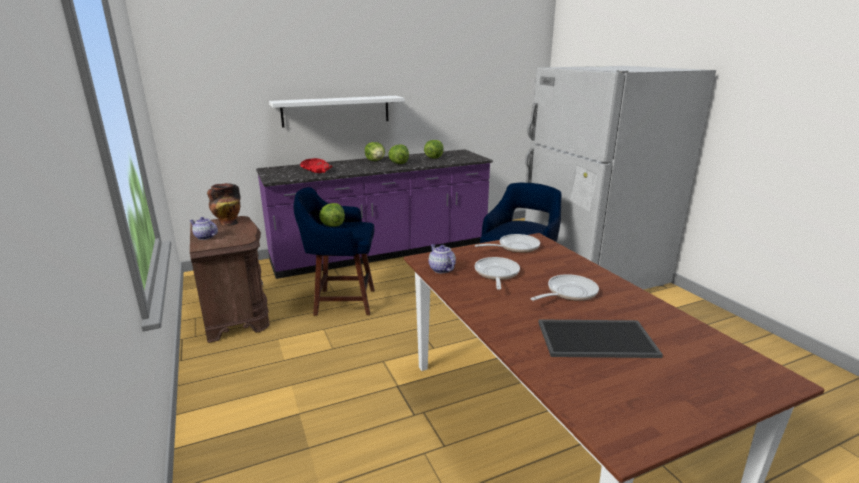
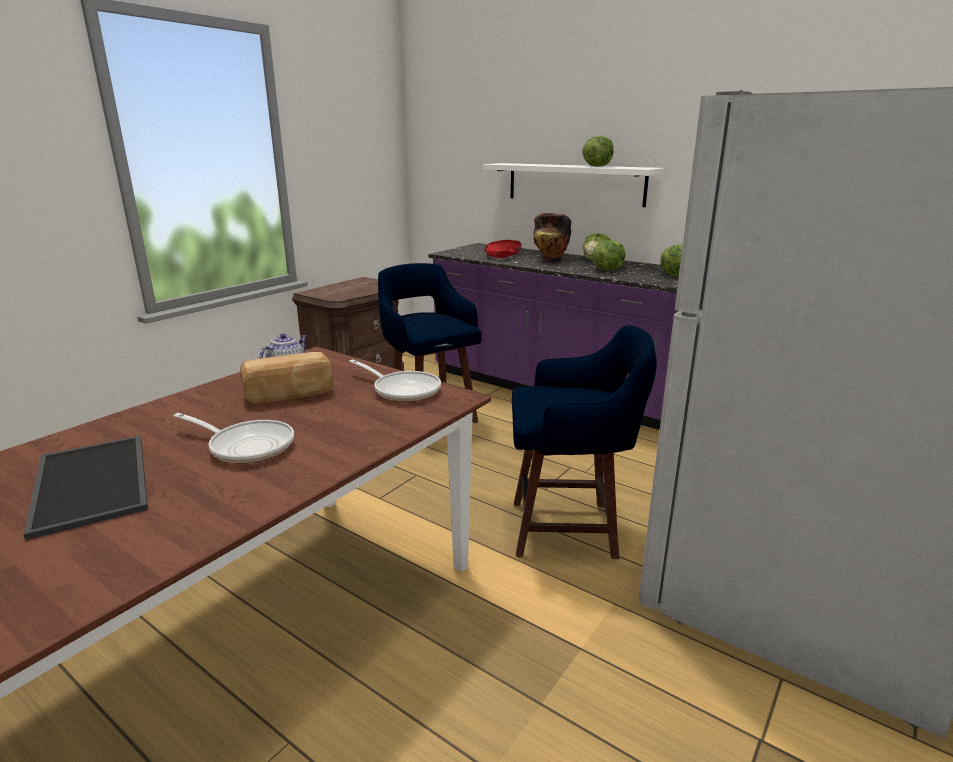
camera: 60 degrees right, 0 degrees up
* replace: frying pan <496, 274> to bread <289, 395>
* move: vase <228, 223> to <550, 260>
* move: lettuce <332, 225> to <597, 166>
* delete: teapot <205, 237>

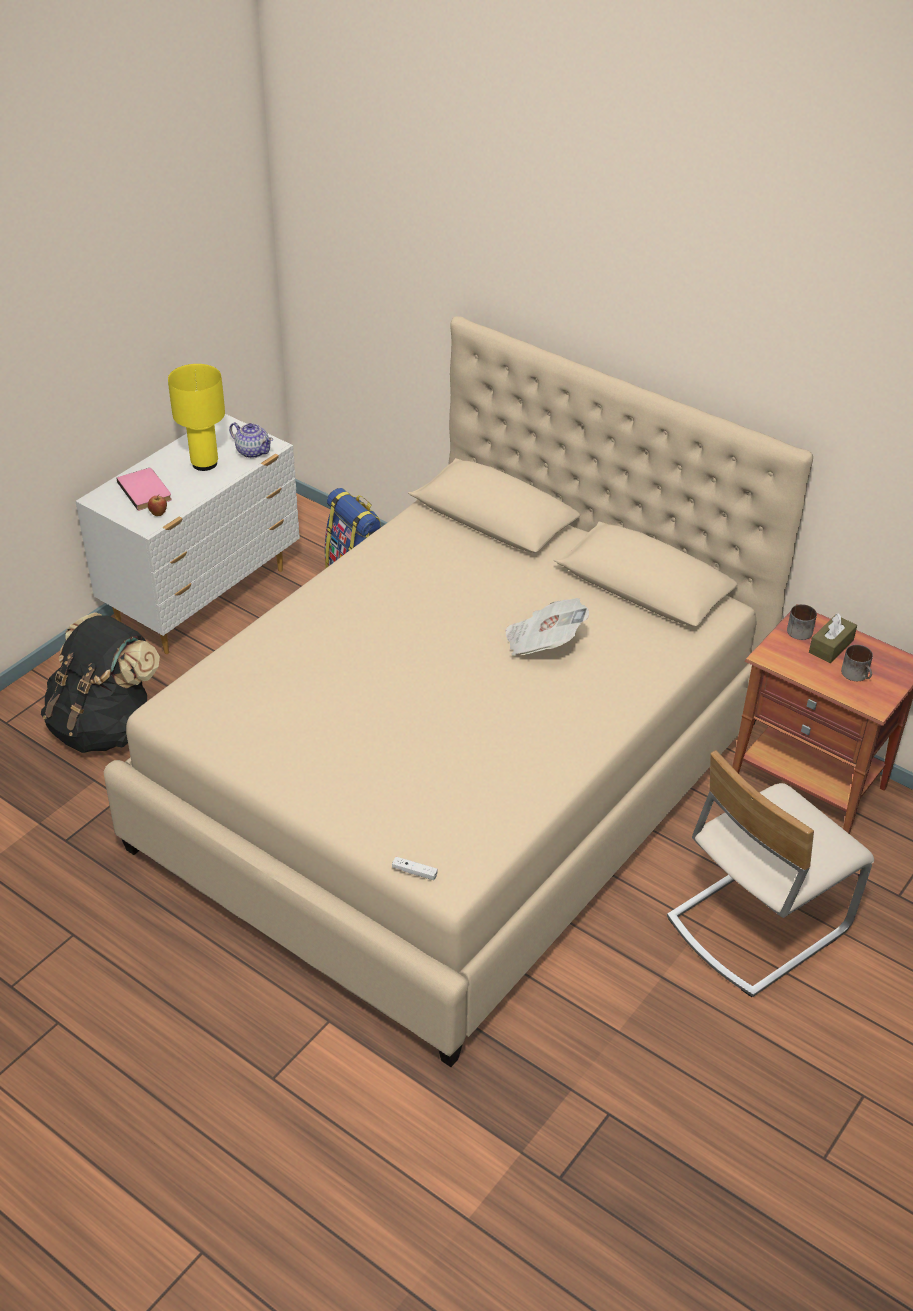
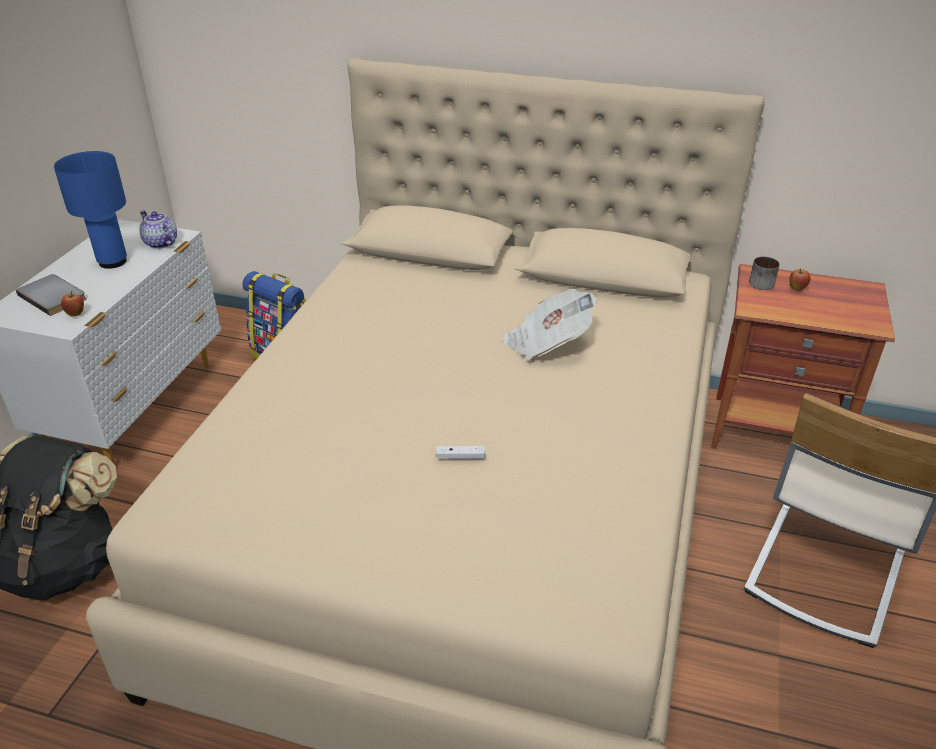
camera: 20 degrees left, 5 degrees down
* recolor: pink book <146, 491> to grey book <54, 296>
* recolor: yellow table lamp <205, 463> to blue table lamp <113, 261>
* rotate: teapot <252, 451> = <161, 243> 150 degrees counterclockwise
* move: white game controller <414, 872> to <460, 457>
* replace: brown tissue box <831, 646> to apple <797, 289>
* delete: mug <857, 674>

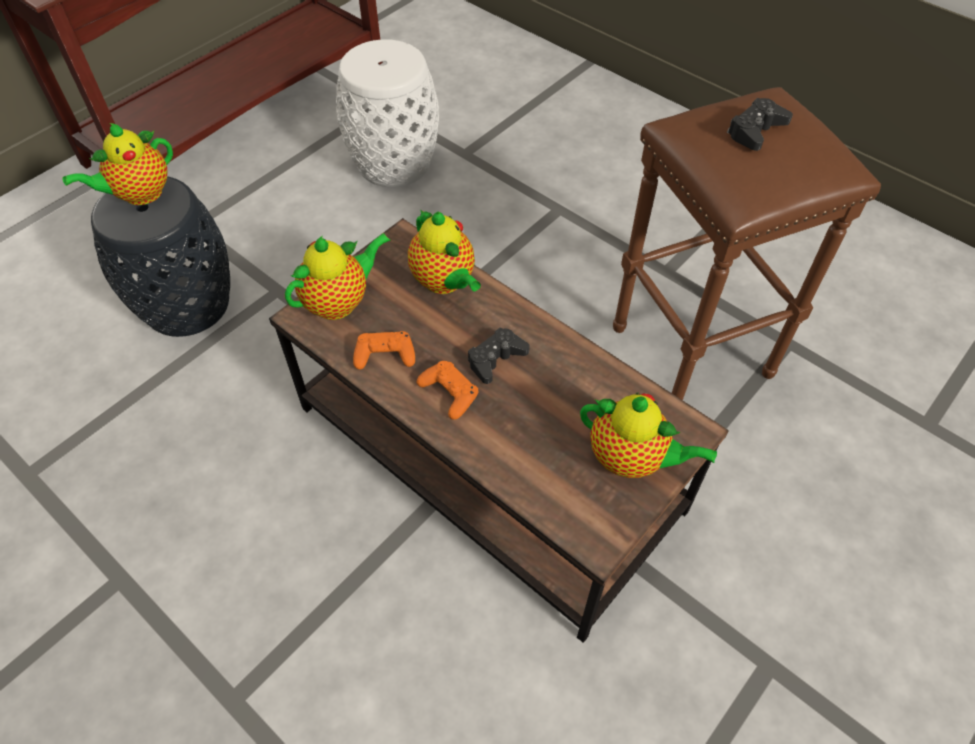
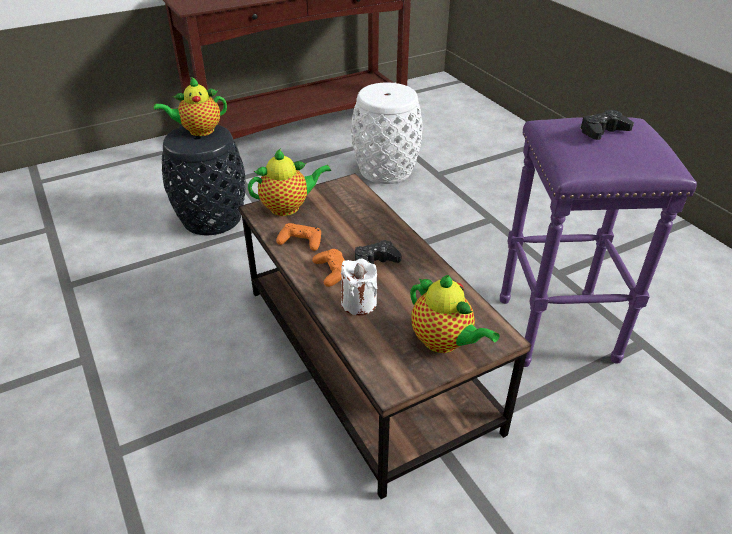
camera: 20 degrees right, 15 degrees down
* insert: white candle <358, 303>
* recolor: brown stool <687, 349> to purple stool <554, 327>
* delete: teapot <445, 282>

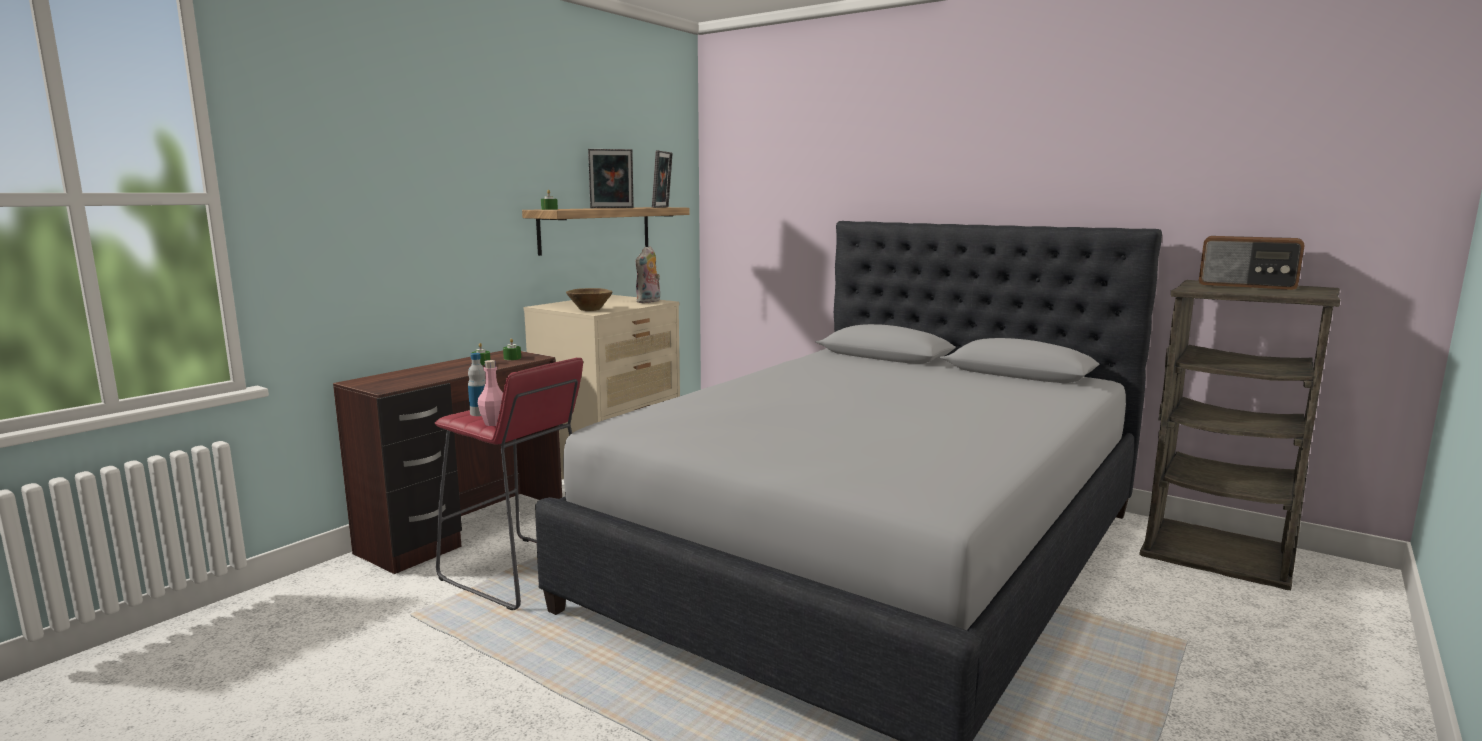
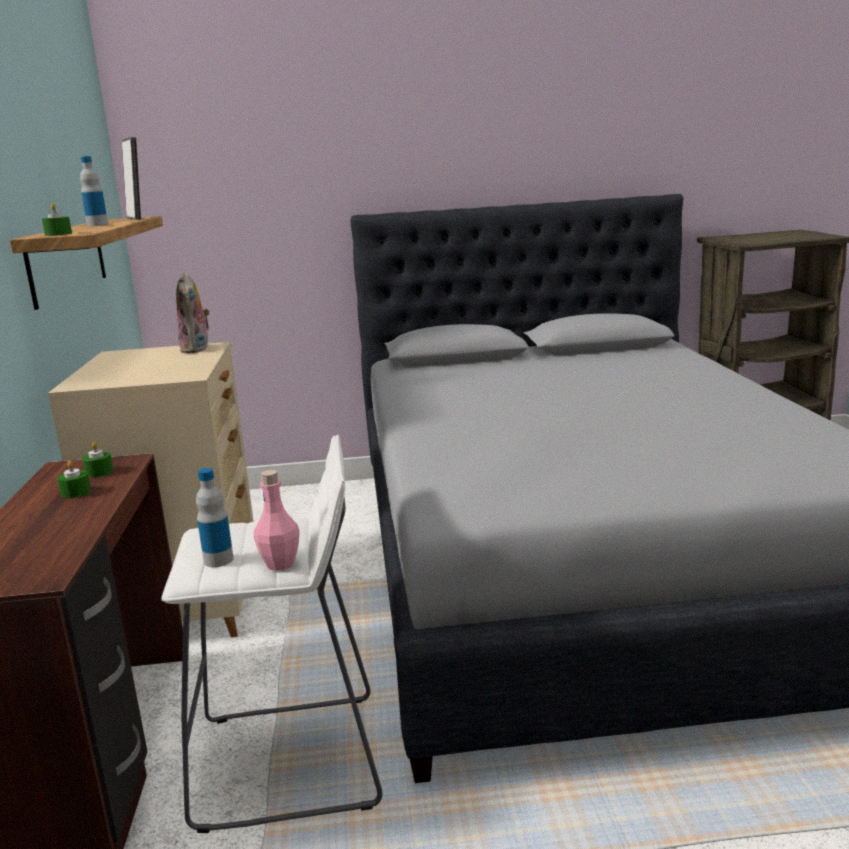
camera: 40 degrees left, 5 degrees up
* replace: picture frame <612, 208> to bottle <97, 225>
* recolor: red stool <520, 572> to white stool <291, 761>
* delete: brown bowl <589, 310>
* delete: radio <1247, 285>

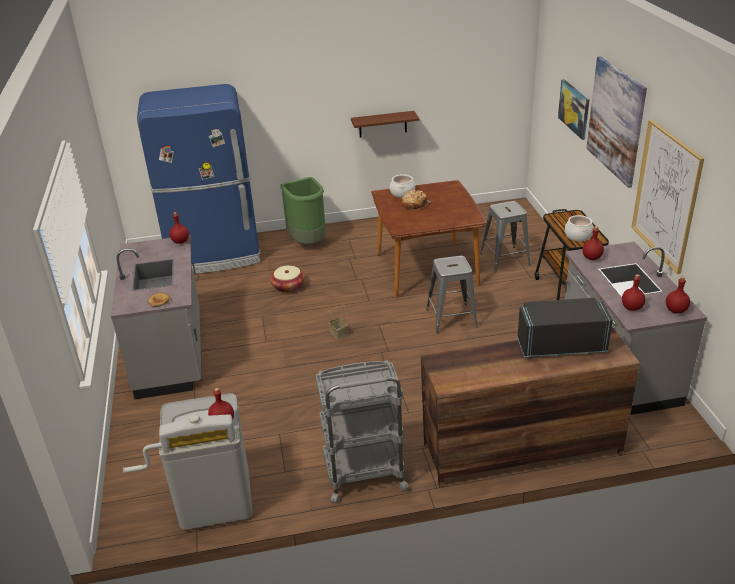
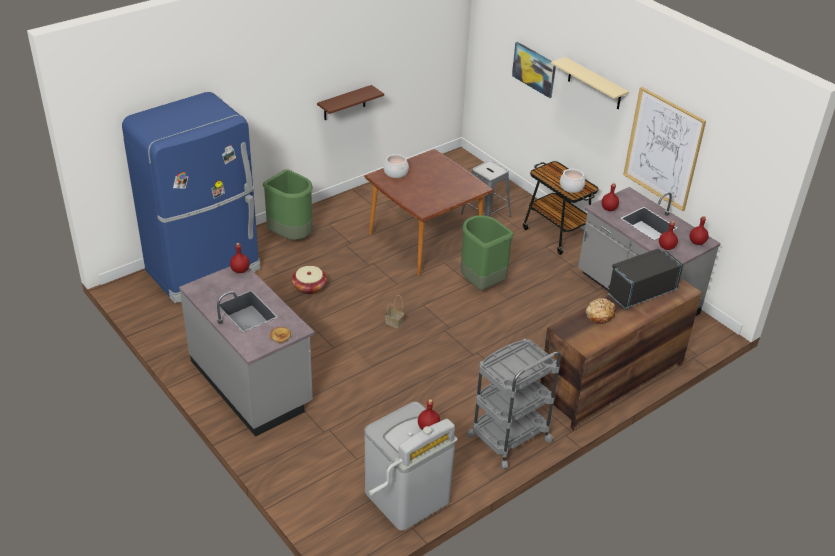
camera: 30 degrees left, 5 degrees up
* replace: grey stool <451, 318> to green trash can <481, 283>
* replace: picture <615, 120> to beige shelf <594, 84>
* move: bread <414, 204> to <600, 315>

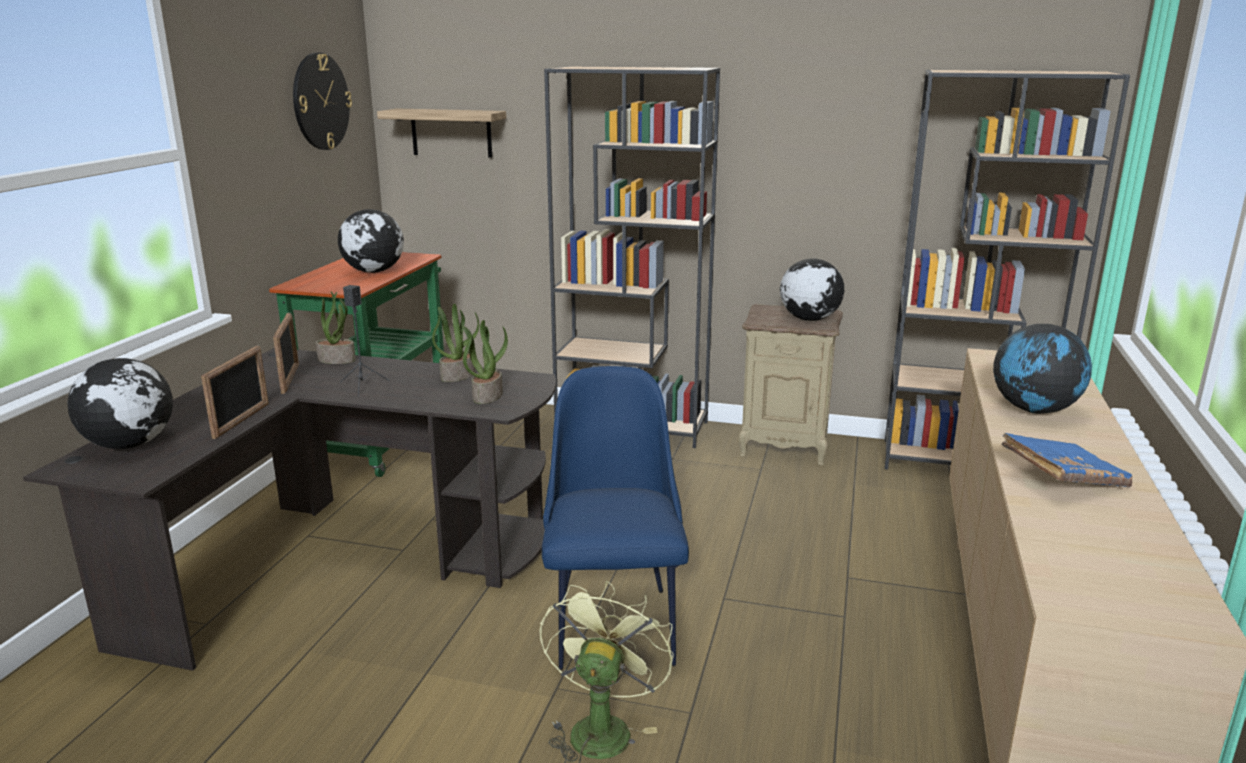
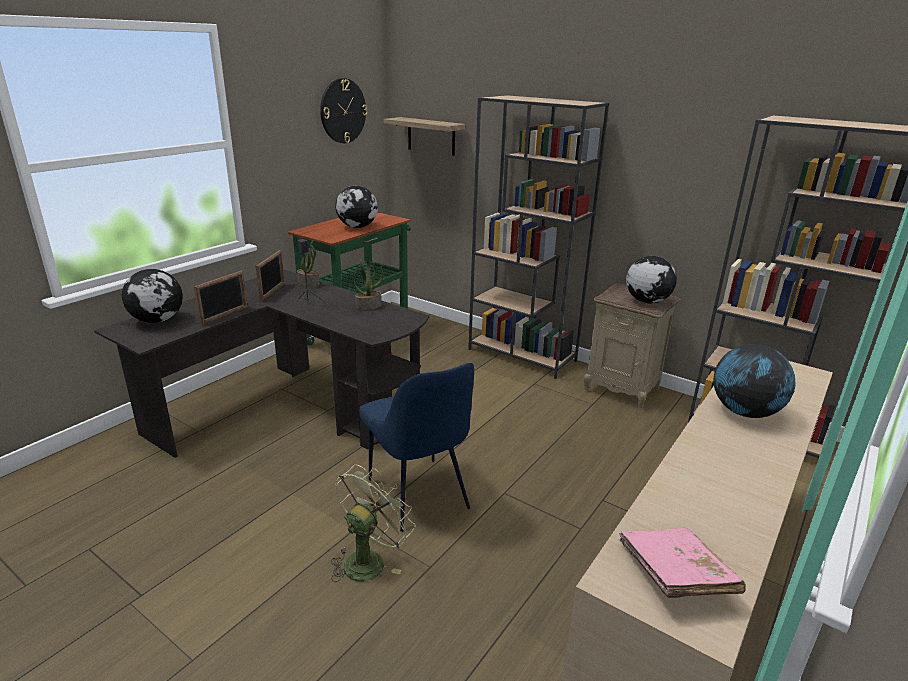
camera: 20 degrees right, 5 degrees up
* rotate: blue chair <613, 627> = <419, 494> 135 degrees clockwise
* insert: pink book <674, 575>
* delete: potted plant <487, 396>
* delete: blue book <1062, 479>

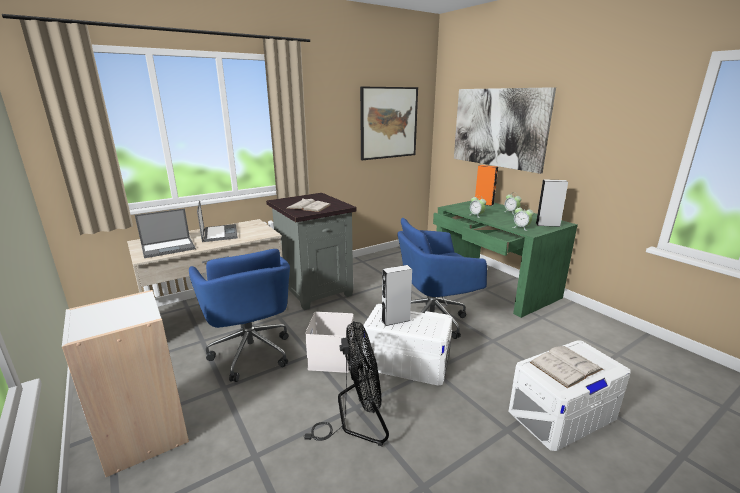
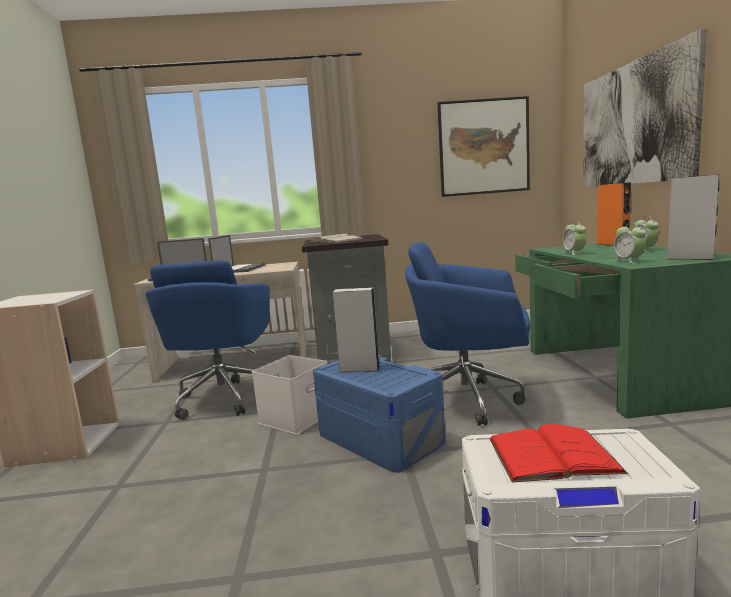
camera: 30 degrees right, 10 degrees down
* recolor: white storage box <406, 362> to blue storage box <379, 438>
* recolor: white book <566, 366> to red book <552, 455>
* delete: black fan <354, 414>

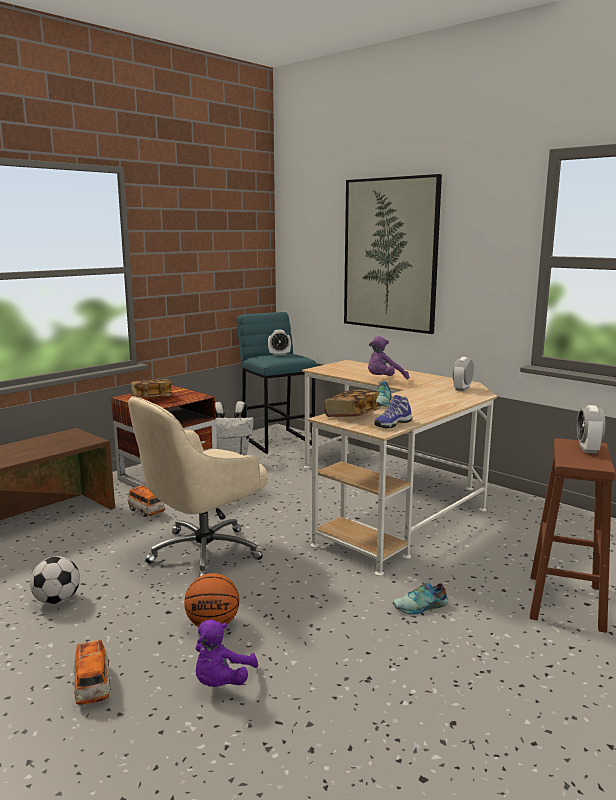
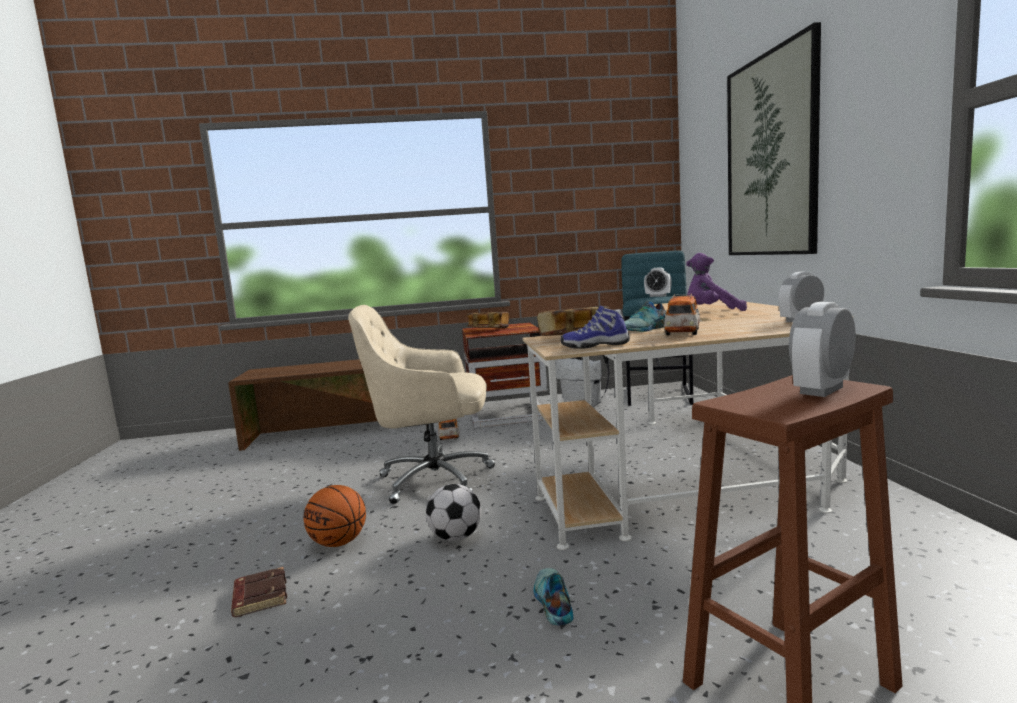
camera: 40 degrees right, 5 degrees down
* replace: purple plush toy <221, 682> to brown book <259, 596>
* move: football <57, 601> to <456, 537>
* rotate: shoe <421, 607> = <552, 602> 60 degrees clockwise
* move: toy car <92, 686> to <682, 332>

